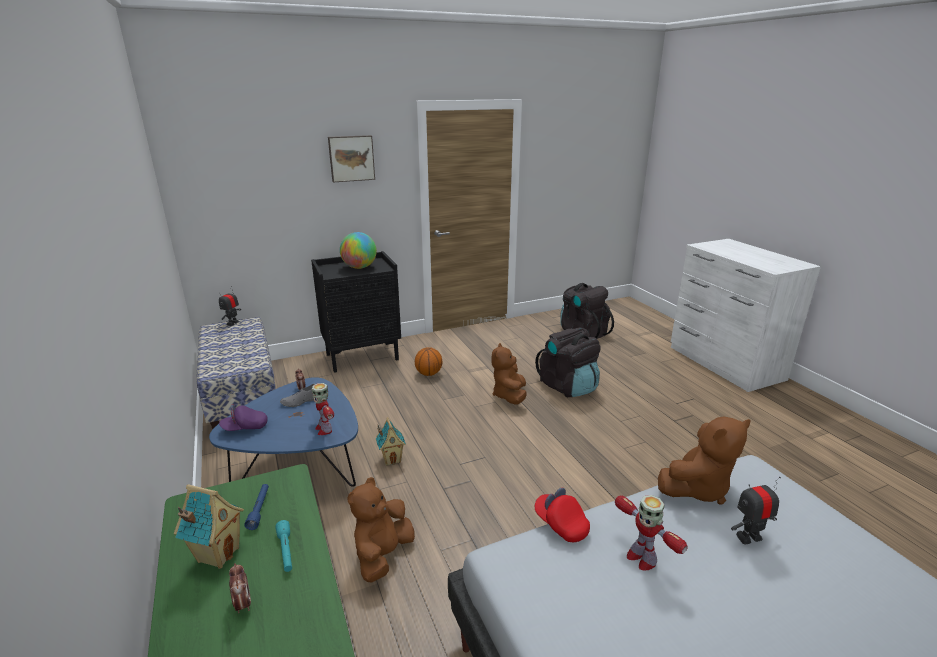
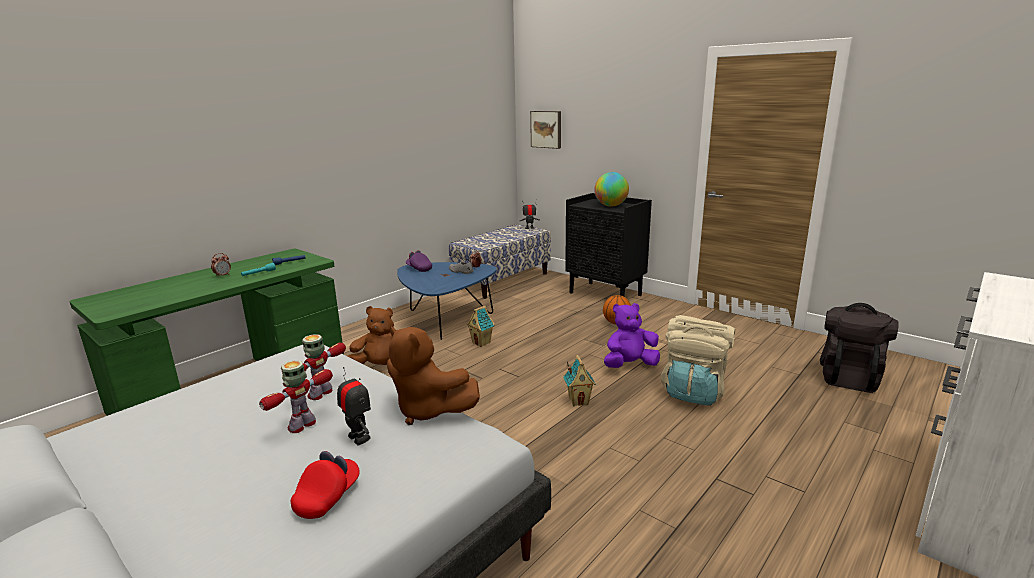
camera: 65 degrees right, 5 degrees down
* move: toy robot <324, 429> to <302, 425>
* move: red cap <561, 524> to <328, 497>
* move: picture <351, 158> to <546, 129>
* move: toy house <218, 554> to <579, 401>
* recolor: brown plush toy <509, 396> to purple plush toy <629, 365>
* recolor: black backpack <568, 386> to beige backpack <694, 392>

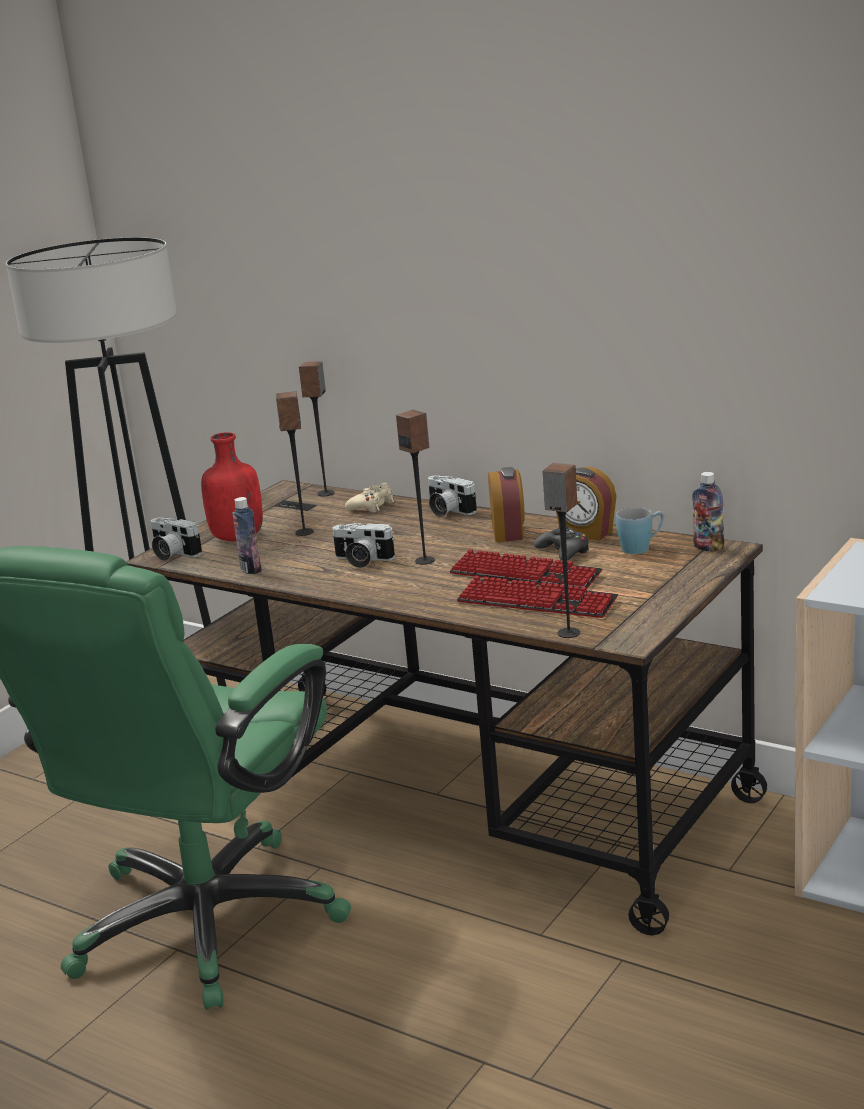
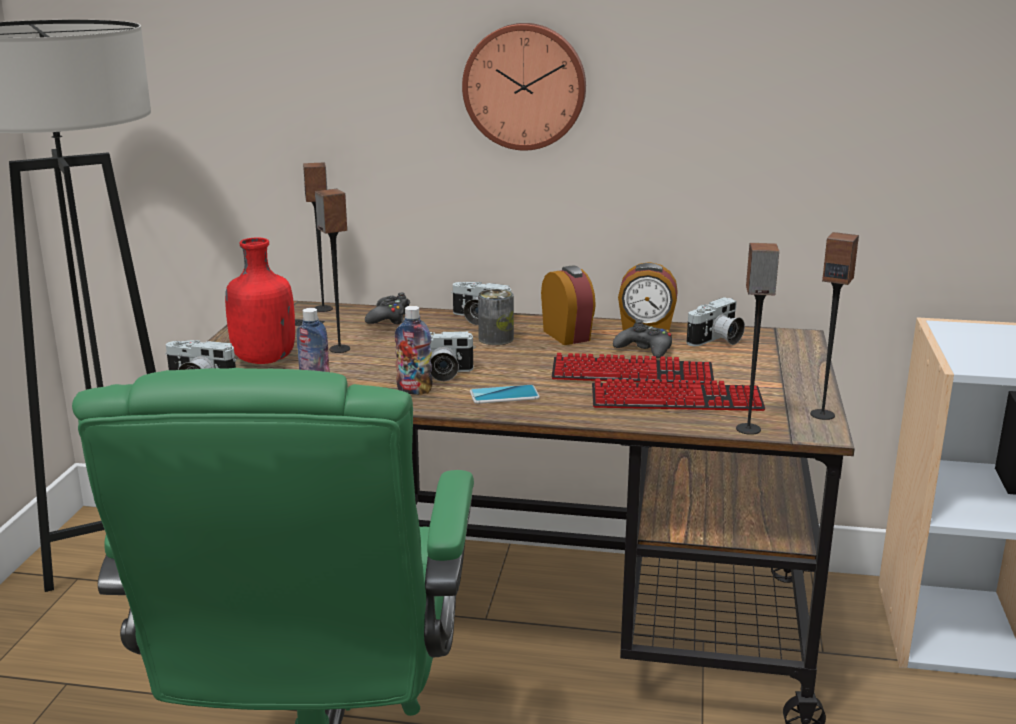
camera: 25 degrees left, 0 degrees up
* recolor: beige game controller <372, 506> to black game controller <389, 318>
* move: bottle <708, 547> to <414, 390>
* insert: wall clock <525, 86>
* insert: phone <504, 395>
* insert: can <496, 339>
* replace: blue mug <641, 547> to photo camera <716, 340>
* move: speaker <425, 560> to <822, 414>

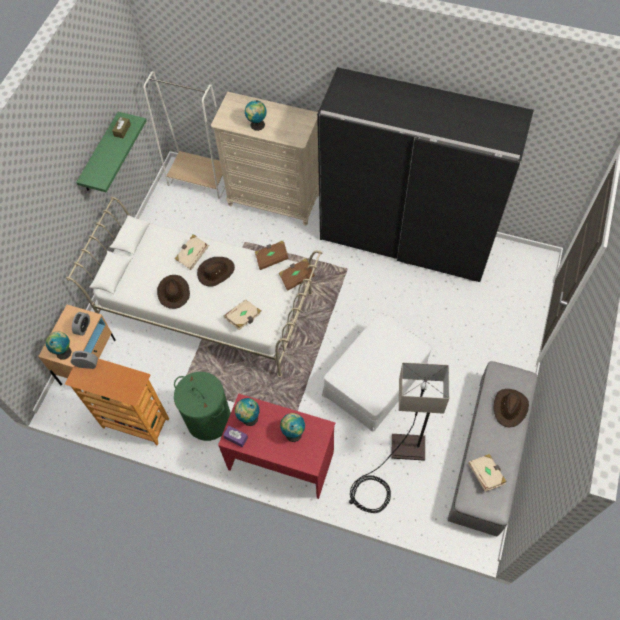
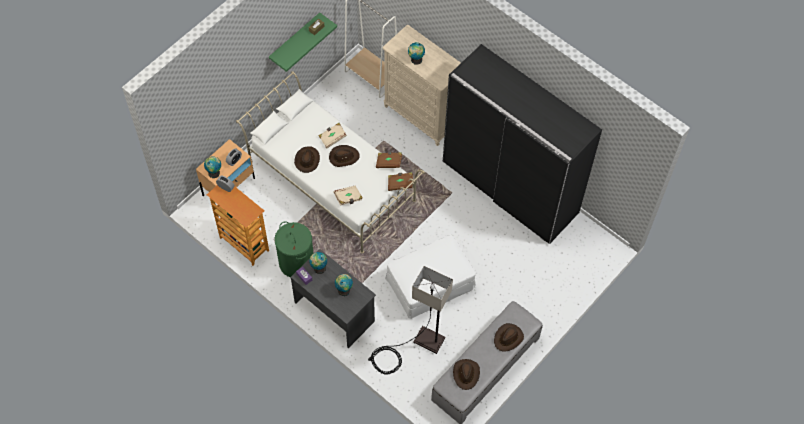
camera: 20 degrees right, 0 degrees up
* recolor: red desk <281, 459> to grey desk <335, 311>
* replace: beige book <486, 474> to brown hat <466, 374>

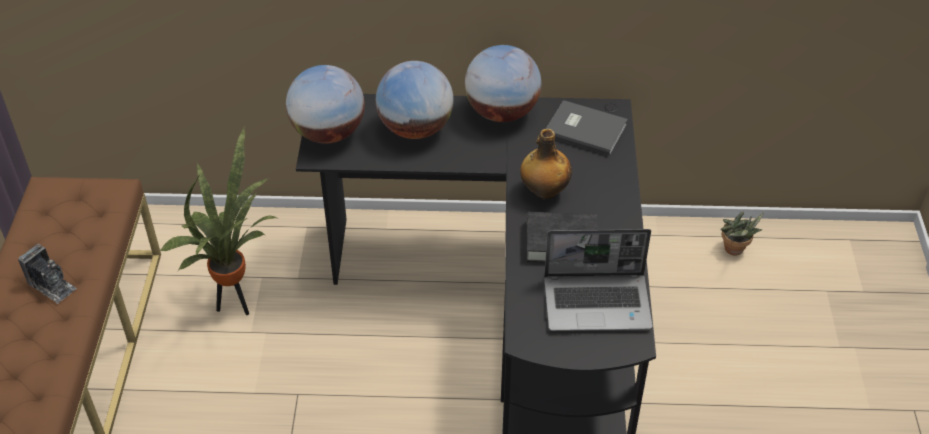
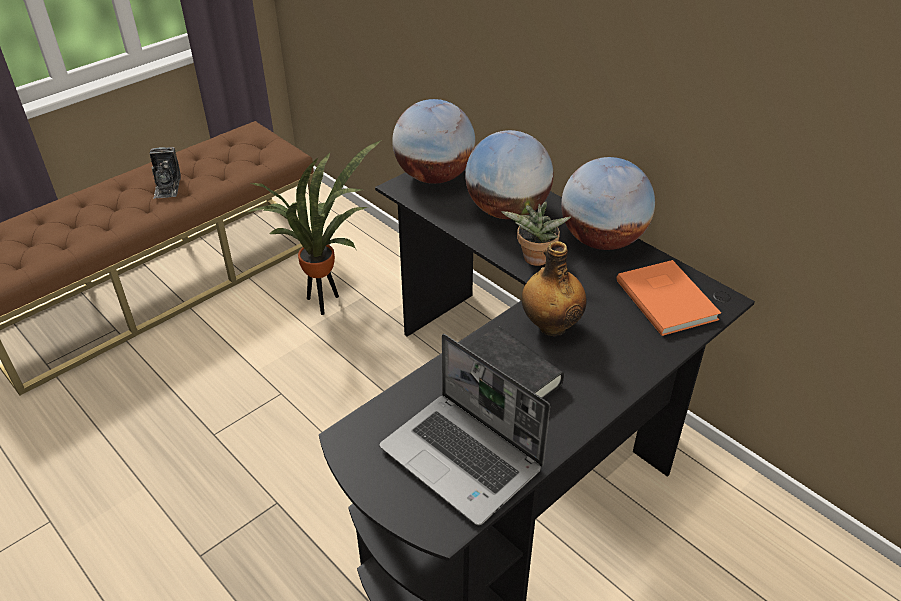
camera: 45 degrees right, 5 degrees down
* move: potted plant <735, 251> to <534, 260>
* recolor: grey book <585, 128> to orange book <667, 298>

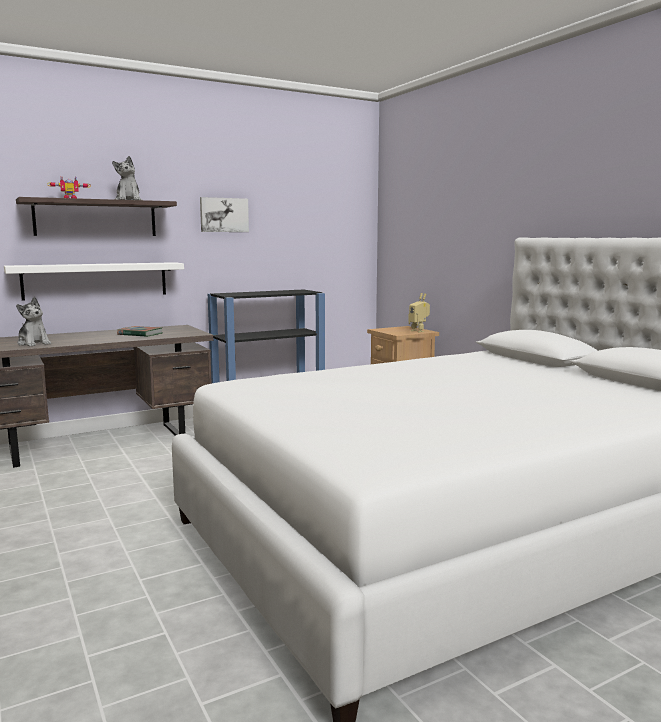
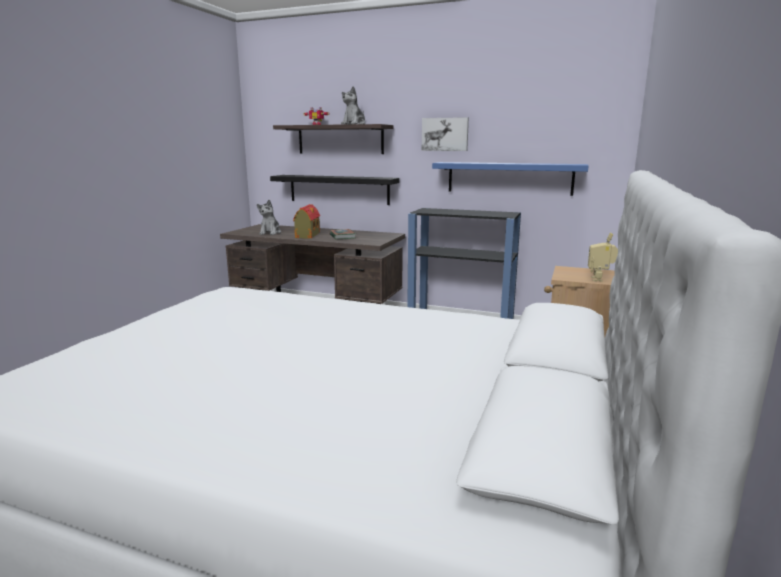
camera: 50 degrees right, 5 degrees up
* recolor: white shelf <96, 280> to black shelf <339, 189>
* insert: toy house <307, 235>
* insert: blue shelf <509, 178>

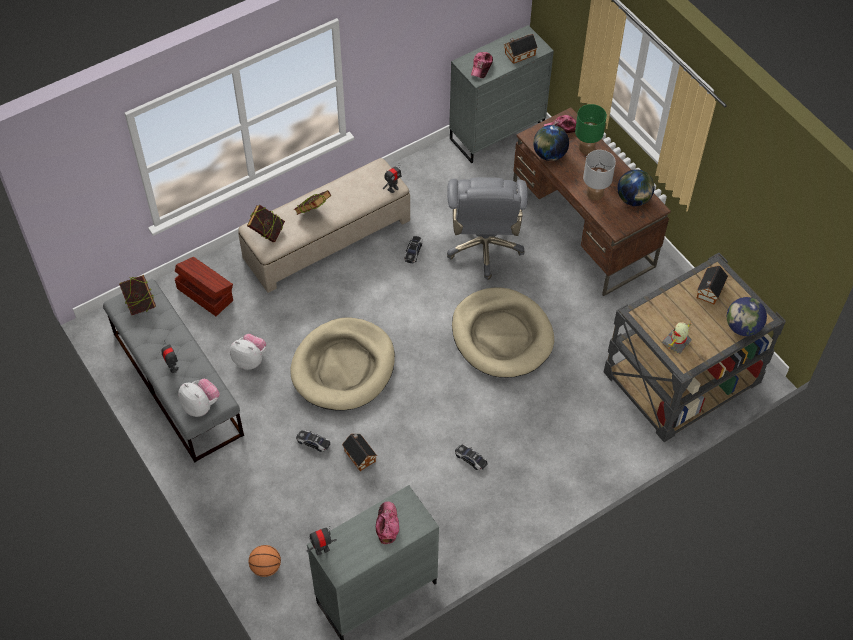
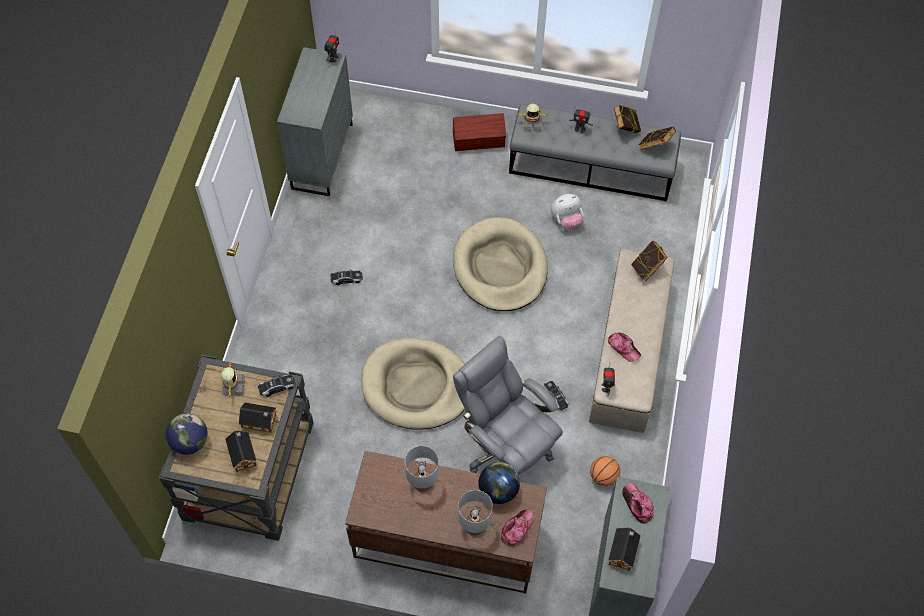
camera: 135 degrees right, 5 degrees up
* move: toy house <359, 455> to <260, 421>
* move: toy car <313, 442> to <277, 387>
* move: brown storage box <205, 293> to <479, 140>
* recolor: green table lamp <587, 148> to grey table lamp <474, 526>
* replace: plush toy <201, 406> to toy robot <531, 122>
* move: basketball <266, 567> to <603, 476>
* move: cap <387, 524> to <623, 348>
* move: book <313, 212> to <625, 128>
* delete: globe <633, 199>

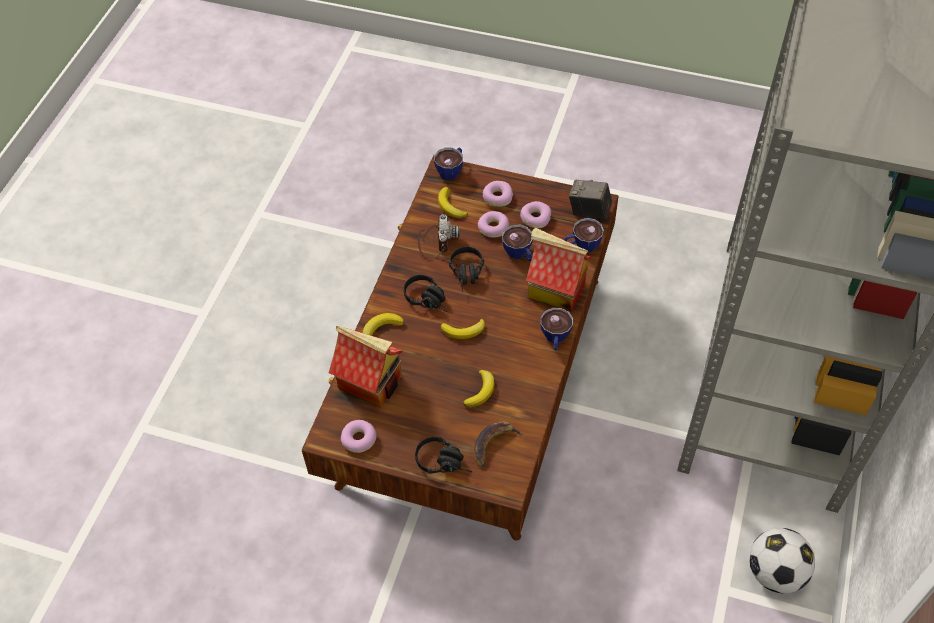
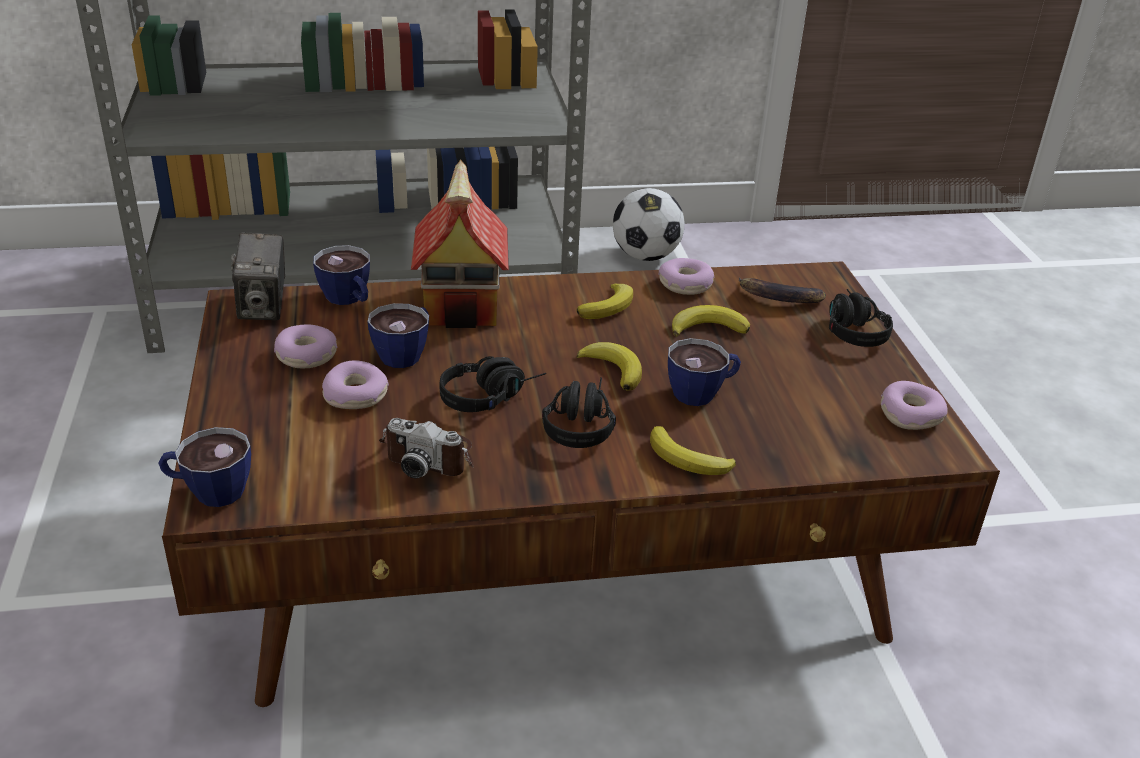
camera: 120 degrees left, 20 degrees down
* rotate: photo camera <436, 240> = <430, 455> 135 degrees counterclockwise
* move: banana <450, 206> to <609, 306>
* move: donut <497, 197> to <685, 285>
* move: cup <555, 339> to <702, 392>
* delete: toy house <371, 382>

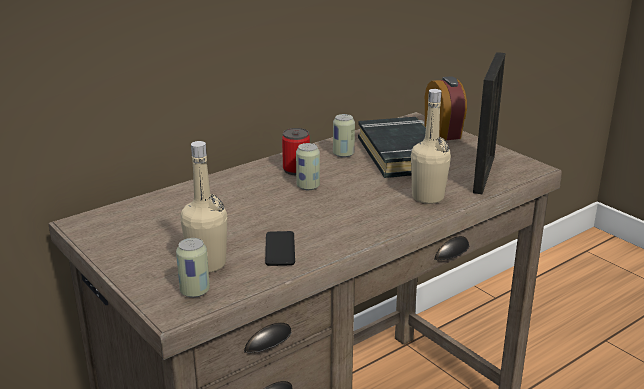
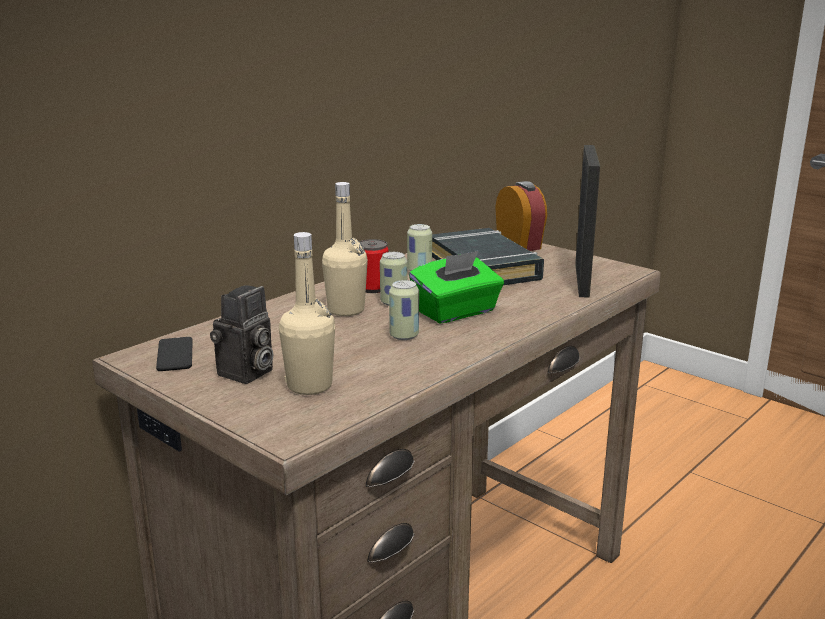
camera: 10 degrees left, 5 degrees down
* move: phone <280, 249> to <175, 355>
* insert: photo camera <246, 374>
* move: beige bottle <428, 197> to <346, 310>
* move: can <195, 291> to <404, 336>
* insert: green tissue box <456, 312>

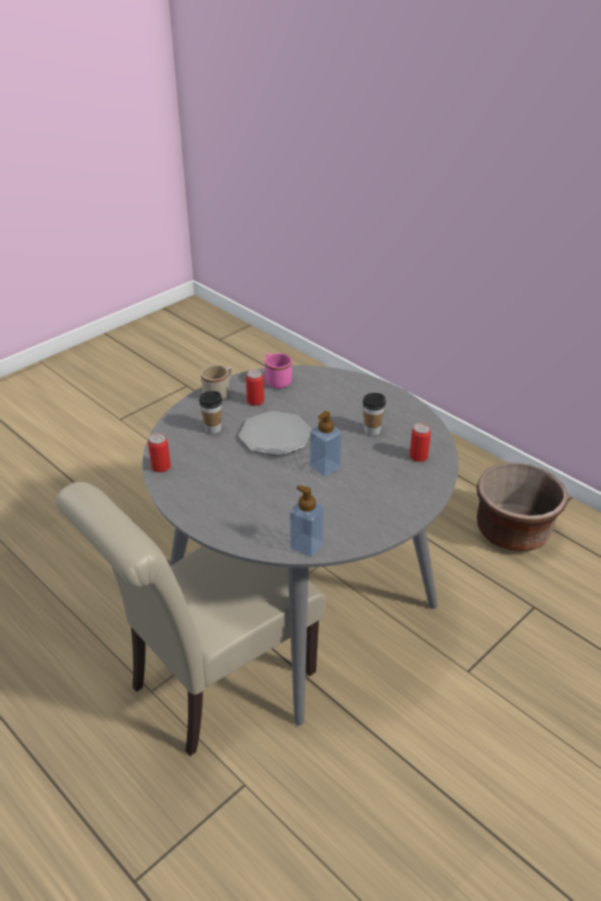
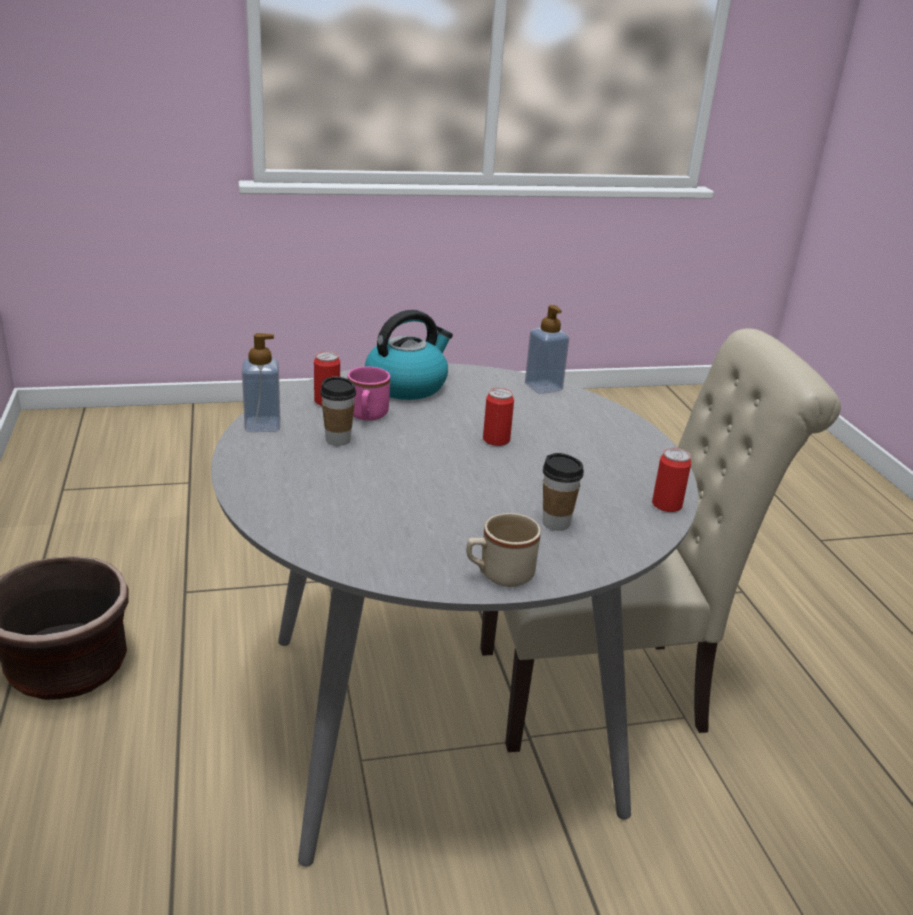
camera: 150 degrees left, 10 degrees down
* move: soap dispenser <325, 467> to <262, 425>
* move: pink mug <276, 380> to <367, 416>
* insert: kettle <407, 385>
* move: can <255, 401> to <496, 440>
* delete: plate <275, 435>

